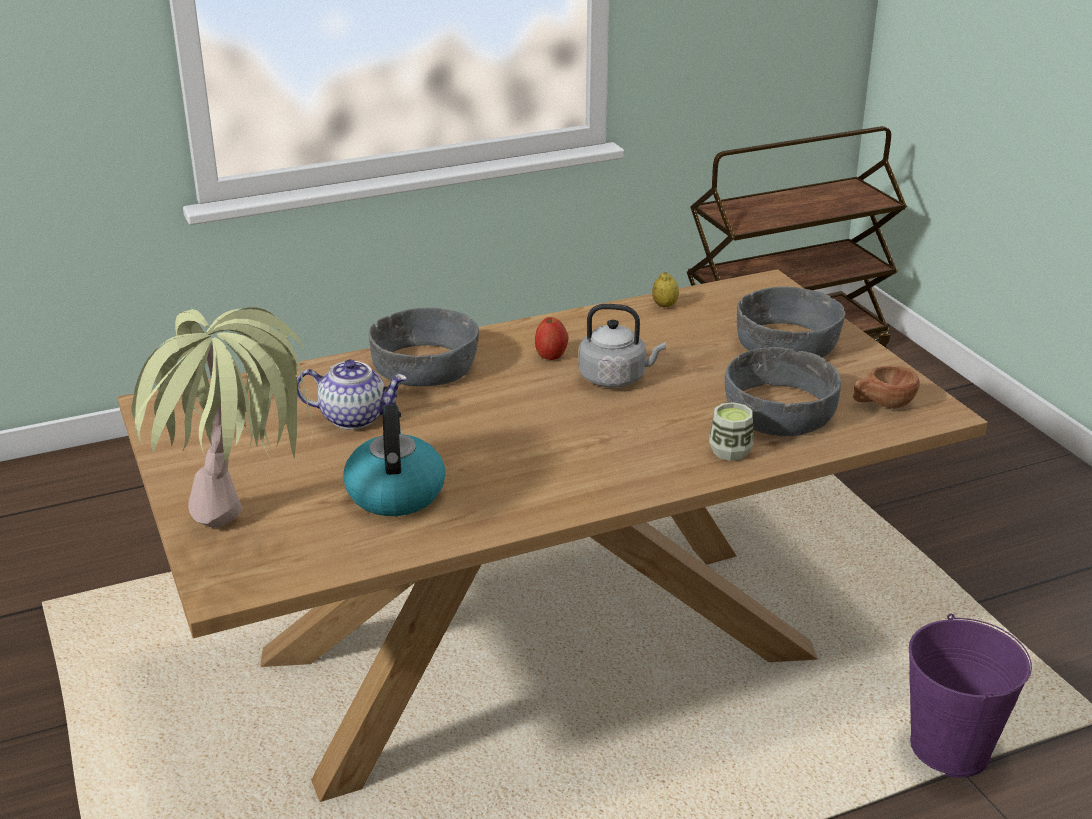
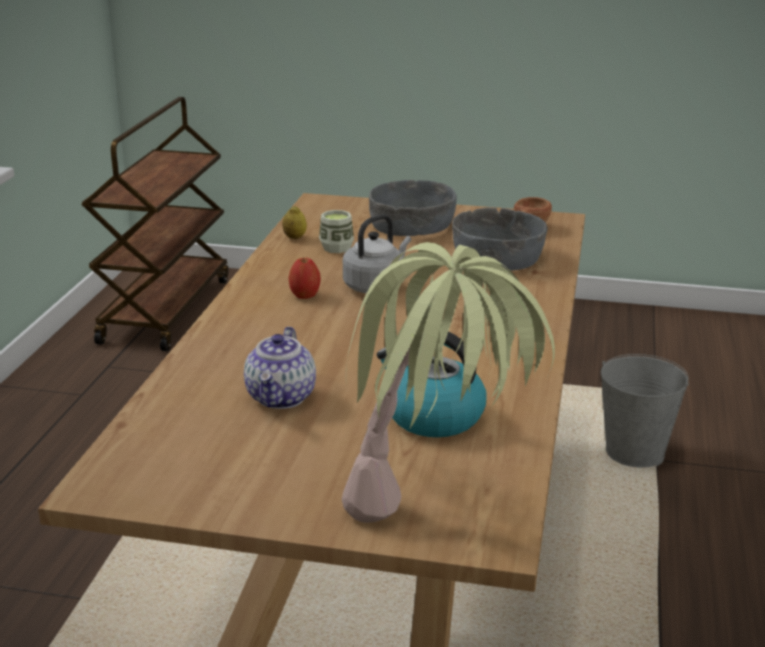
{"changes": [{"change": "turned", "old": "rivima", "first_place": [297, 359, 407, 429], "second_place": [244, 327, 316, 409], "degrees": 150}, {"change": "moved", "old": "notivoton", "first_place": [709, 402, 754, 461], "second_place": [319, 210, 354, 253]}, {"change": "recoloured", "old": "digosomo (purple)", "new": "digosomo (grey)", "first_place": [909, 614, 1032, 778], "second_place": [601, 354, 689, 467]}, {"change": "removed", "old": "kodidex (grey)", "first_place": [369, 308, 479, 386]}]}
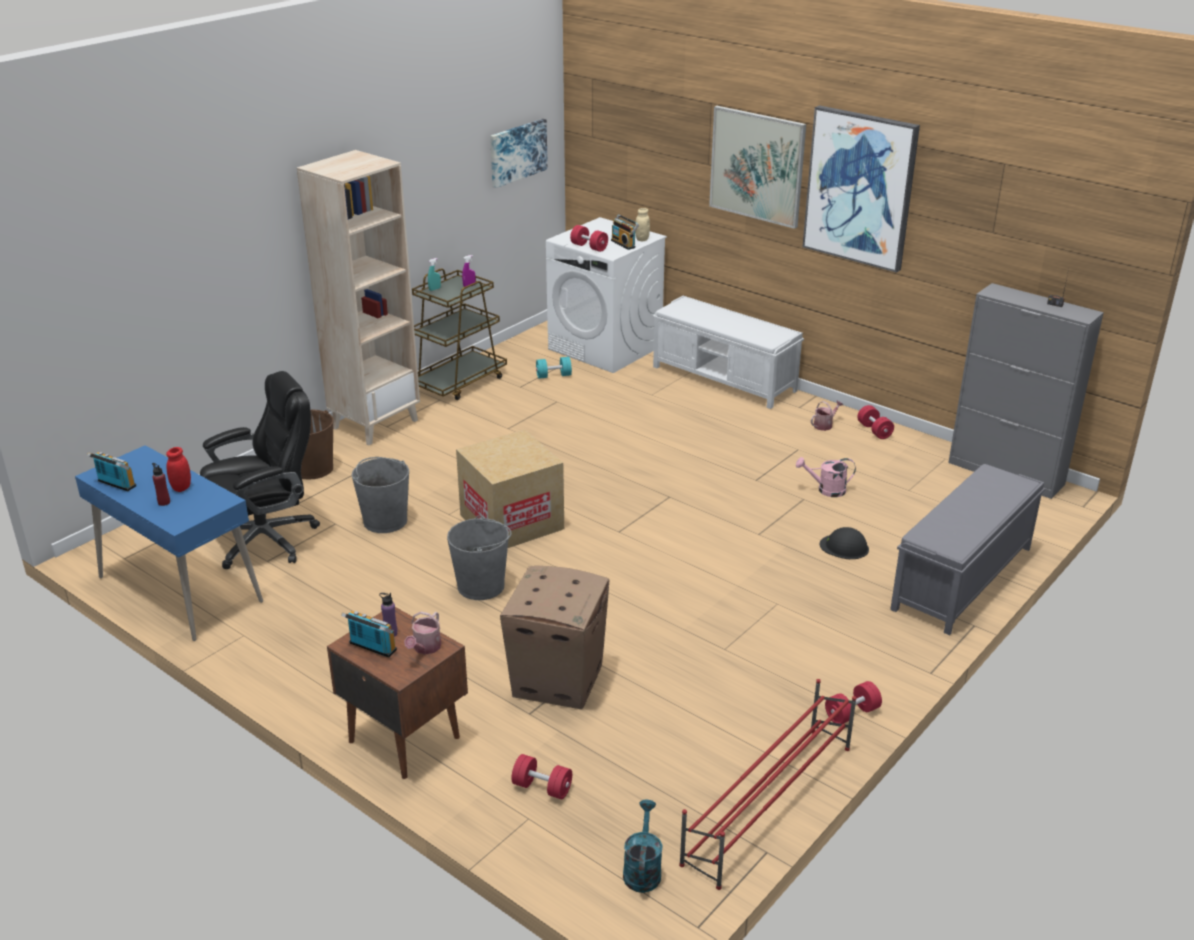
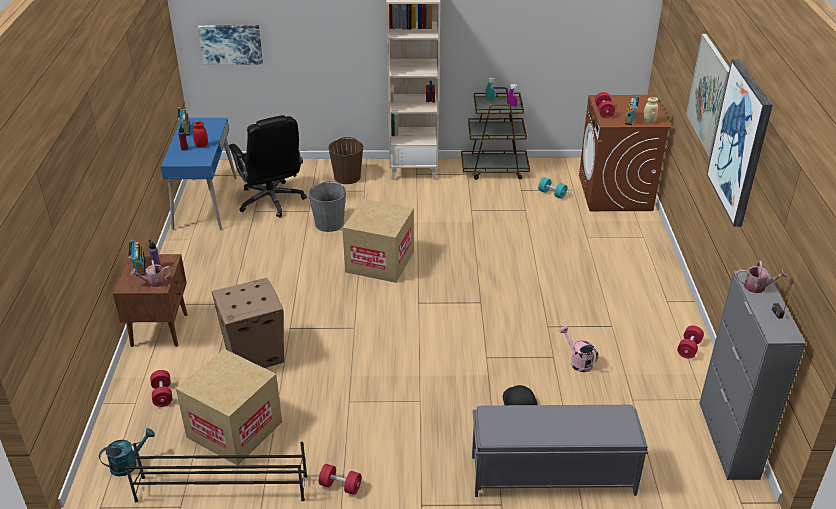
{"changes": [{"change": "recoloured", "old": "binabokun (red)", "new": "binabokun (black)", "first_place": [679, 679, 856, 890], "second_place": [125, 442, 307, 502]}, {"change": "added", "new": "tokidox", "second_place": [176, 349, 282, 465]}, {"change": "moved", "old": "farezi", "first_place": [490, 119, 548, 188], "second_place": [198, 25, 263, 65]}, {"change": "turned", "old": "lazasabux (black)", "first_place": [200, 371, 320, 569], "second_place": [229, 115, 307, 217], "degrees": 45}, {"change": "recoloured", "old": "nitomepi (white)", "new": "nitomepi (brown)", "first_place": [546, 217, 667, 373], "second_place": [579, 95, 671, 211]}, {"change": "moved", "old": "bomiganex", "first_place": [811, 400, 843, 431], "second_place": [736, 261, 788, 293]}, {"change": "removed", "old": "digosomo (grey)", "first_place": [447, 516, 512, 600]}, {"change": "removed", "old": "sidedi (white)", "first_place": [653, 296, 804, 409]}]}
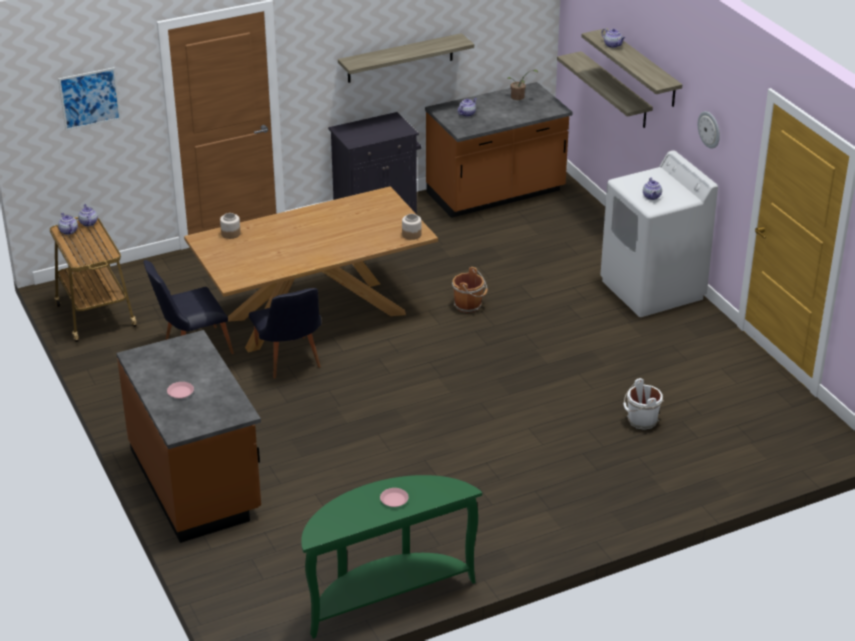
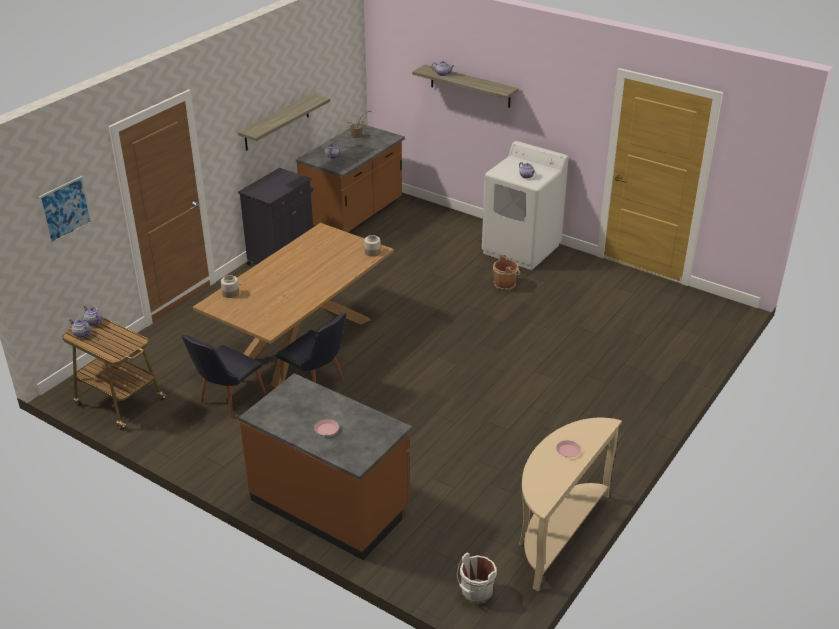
{"changes": [{"change": "moved", "old": "digosomo (white)", "first_place": [623, 378, 664, 430], "second_place": [456, 553, 497, 604]}, {"change": "moved", "old": "digosomo (brown)", "first_place": [452, 267, 488, 313], "second_place": [493, 254, 520, 291]}, {"change": "recoloured", "old": "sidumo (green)", "new": "sidumo (beige)", "first_place": [301, 475, 482, 639], "second_place": [519, 418, 622, 591]}, {"change": "removed", "old": "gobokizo", "first_place": [557, 51, 653, 128]}, {"change": "removed", "old": "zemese", "first_place": [698, 111, 720, 149]}]}
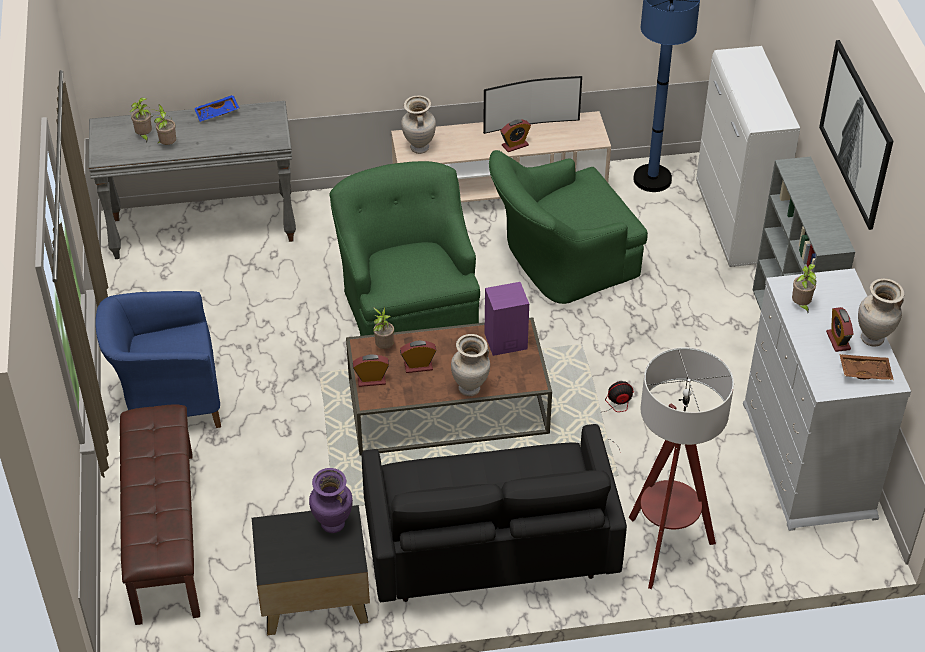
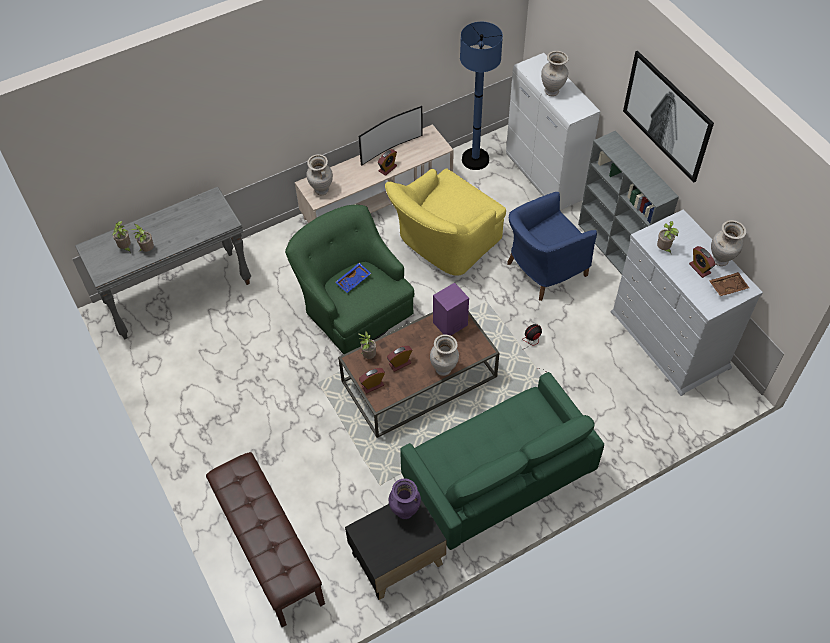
{"changes": [{"change": "moved", "old": "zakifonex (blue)", "first_place": [194, 95, 240, 122], "second_place": [335, 263, 371, 293]}, {"change": "recoloured", "old": "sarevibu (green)", "new": "sarevibu (yellow)", "first_place": [489, 150, 648, 304], "second_place": [385, 168, 506, 276]}, {"change": "recoloured", "old": "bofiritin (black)", "new": "bofiritin (green)", "first_place": [362, 424, 627, 602], "second_place": [400, 372, 604, 550]}, {"change": "moved", "old": "sarevibu (blue)", "first_place": [95, 291, 221, 428], "second_place": [507, 192, 597, 301]}, {"change": "added", "new": "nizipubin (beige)", "second_place": [541, 51, 569, 96]}, {"change": "removed", "old": "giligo", "first_place": [629, 347, 734, 589]}]}
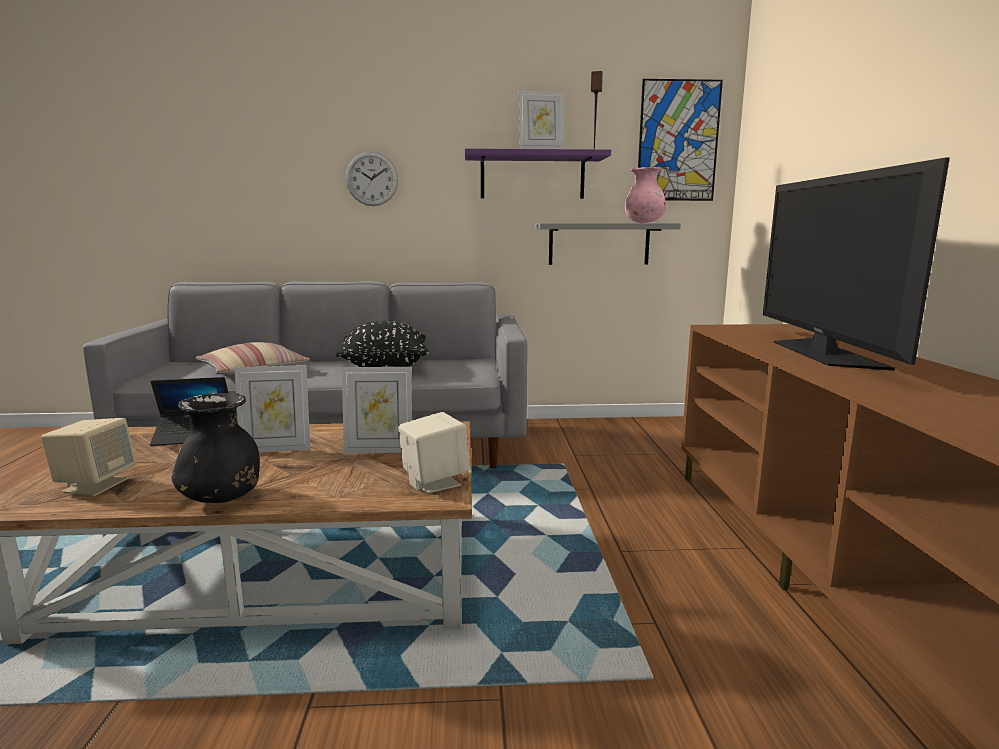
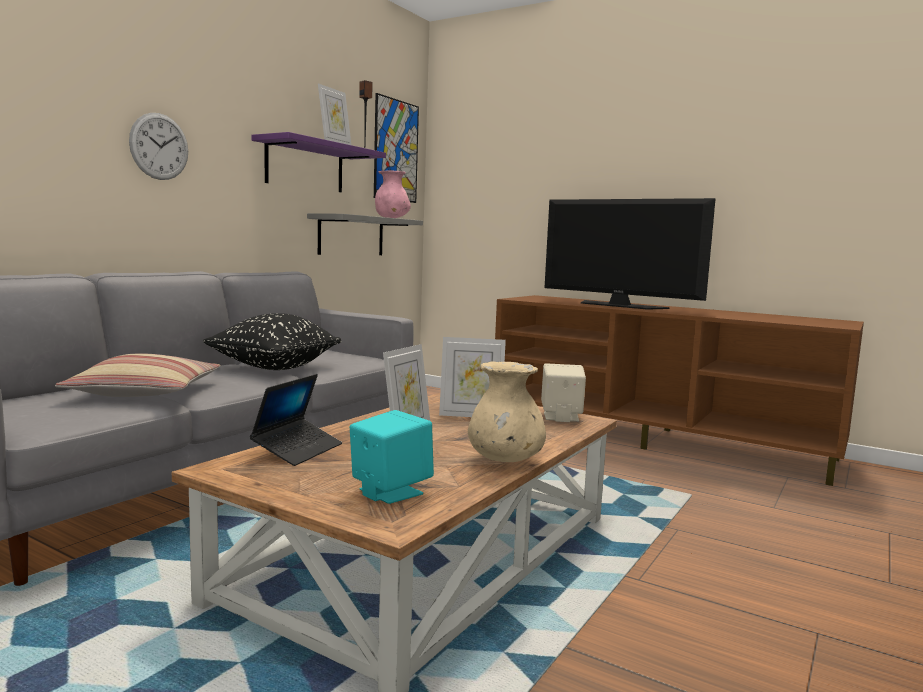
{"changes": [{"change": "recoloured", "old": "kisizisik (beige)", "new": "kisizisik (turquoise)", "first_place": [41, 418, 136, 496], "second_place": [350, 410, 434, 504]}, {"change": "turned", "old": "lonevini", "first_place": [342, 367, 412, 453], "second_place": [439, 337, 506, 417], "degrees": 60}, {"change": "recoloured", "old": "nizipubin (black)", "new": "nizipubin (beige)", "first_place": [172, 393, 260, 503], "second_place": [468, 361, 546, 462]}]}
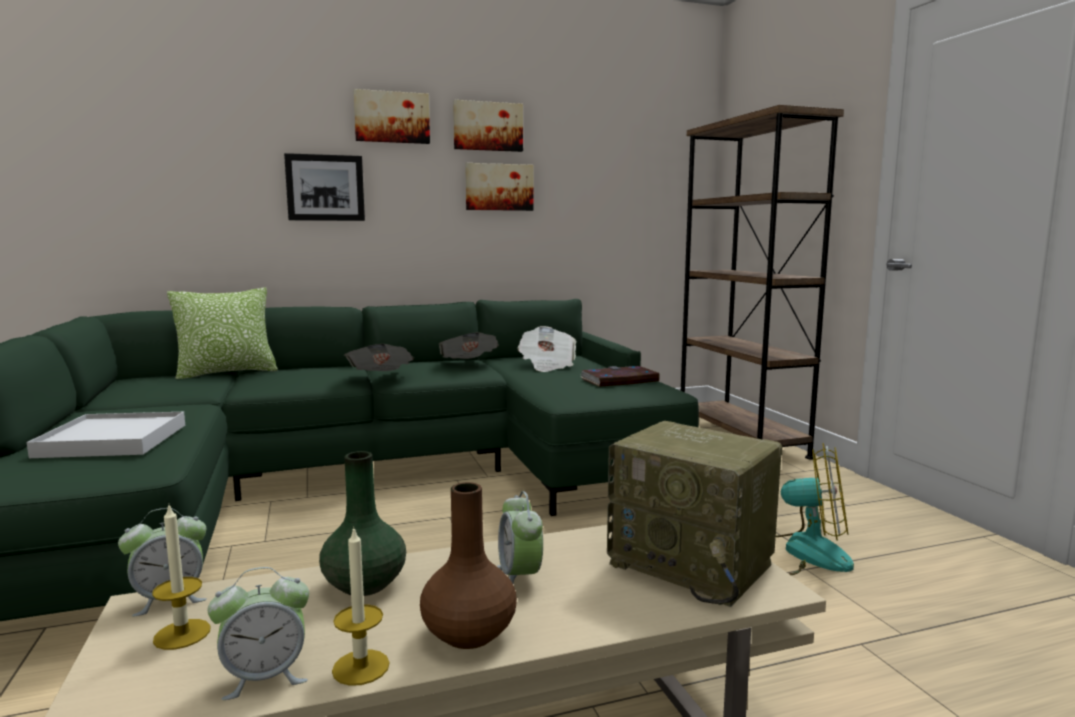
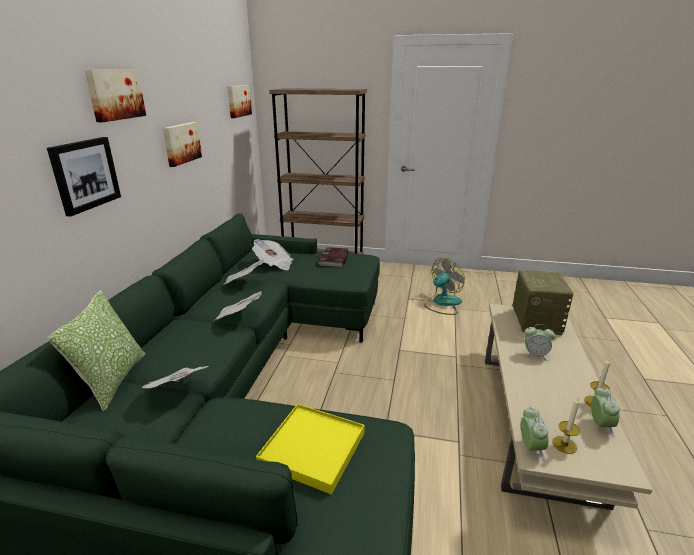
{"changes": [{"change": "added", "new": "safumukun", "second_place": [142, 366, 209, 388]}, {"change": "moved", "old": "farezi", "first_place": [453, 100, 523, 152], "second_place": [227, 85, 252, 118]}, {"change": "recoloured", "old": "zakifonex (white)", "new": "zakifonex (yellow)", "first_place": [27, 412, 185, 458], "second_place": [256, 404, 365, 495]}, {"change": "turned", "old": "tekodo", "first_place": [607, 421, 782, 607], "second_place": [513, 270, 573, 335], "degrees": -60}, {"change": "removed", "old": "nizipubin (green)", "first_place": [319, 451, 406, 596]}, {"change": "removed", "old": "nizipubin (brown)", "first_place": [420, 482, 517, 649]}]}
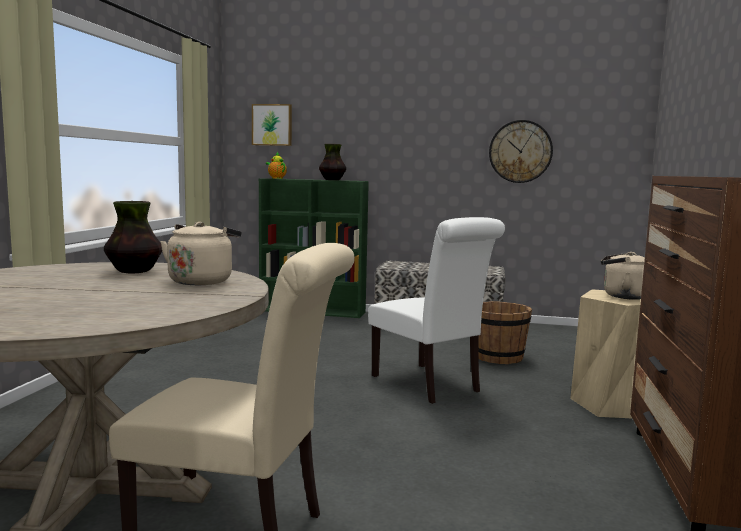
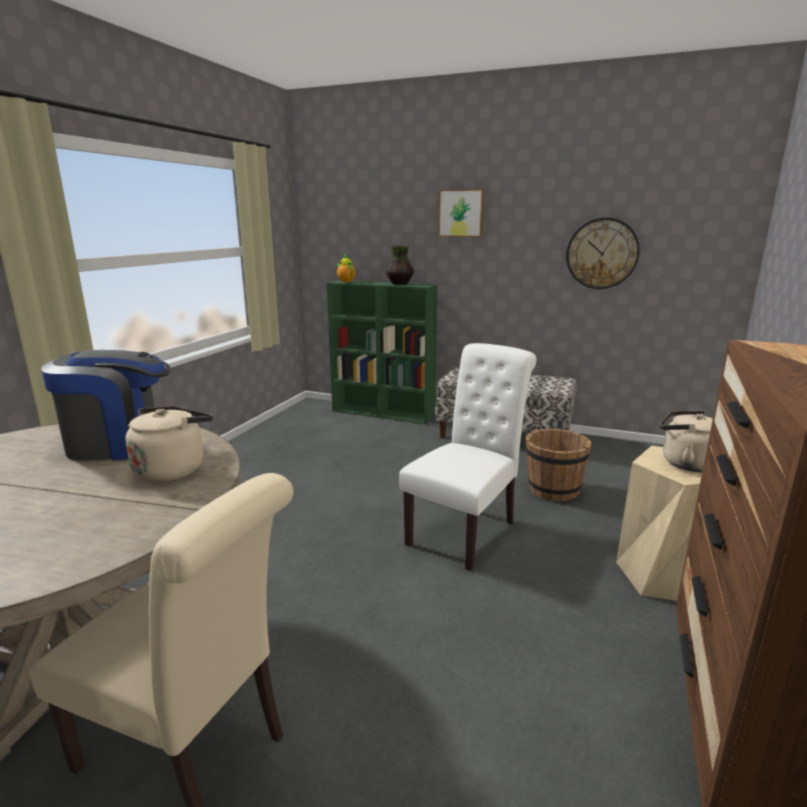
{"changes": [{"change": "replaced", "old": "nizipubin", "new": "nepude", "first_place": [104, 201, 162, 273], "second_place": [41, 350, 171, 460]}, {"change": "turned", "old": "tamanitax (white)", "first_place": [368, 217, 505, 404], "second_place": [399, 343, 536, 571], "degrees": -120}, {"change": "moved", "old": "farezi", "first_place": [252, 104, 292, 146], "second_place": [438, 189, 485, 237]}]}
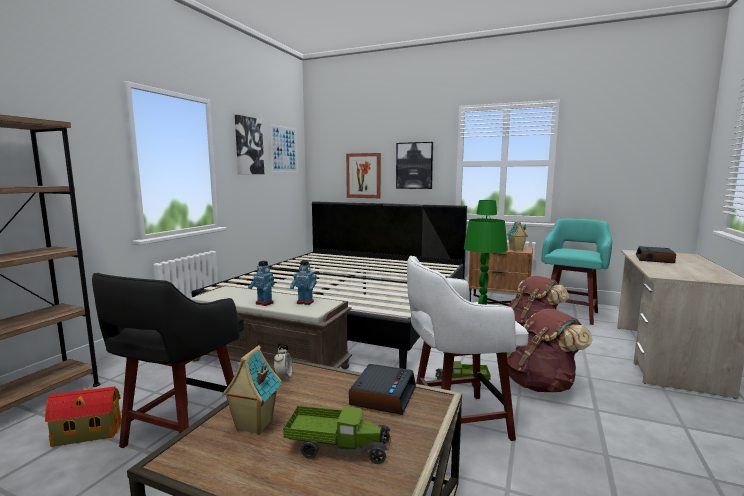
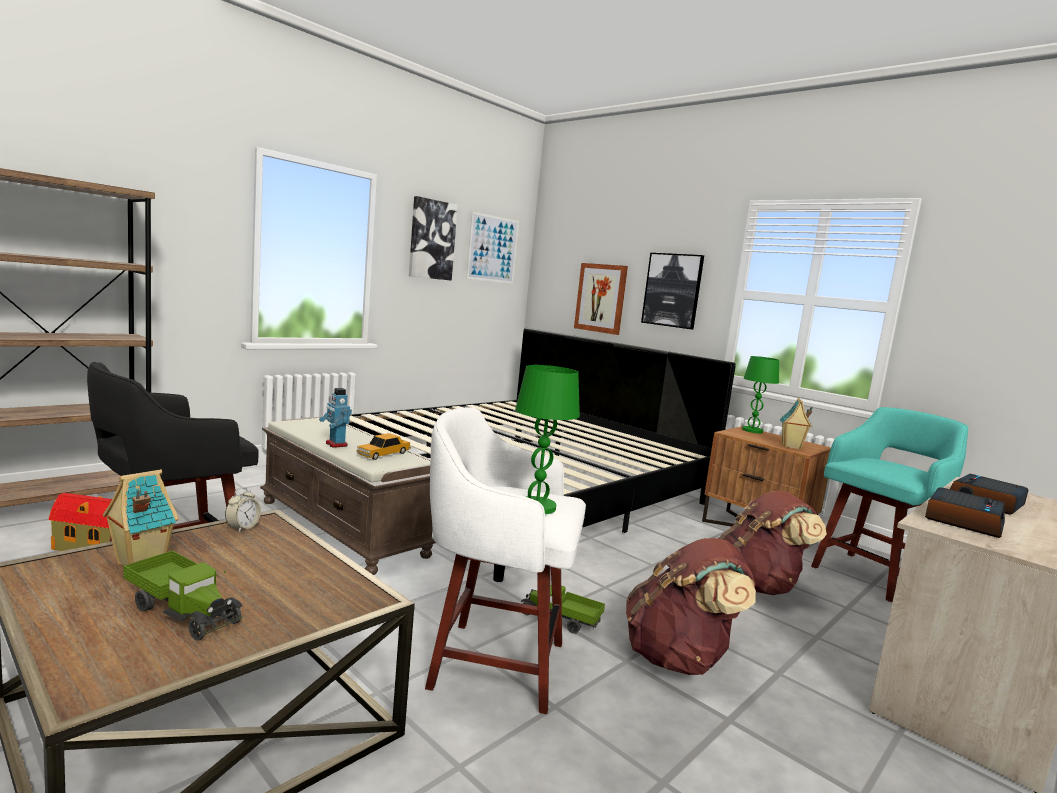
{"changes": [{"change": "replaced", "old": "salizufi", "new": "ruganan", "first_place": [290, 260, 317, 305], "second_place": [356, 433, 411, 460]}, {"change": "moved", "old": "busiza", "first_place": [349, 364, 416, 415], "second_place": [925, 487, 1005, 538]}]}
